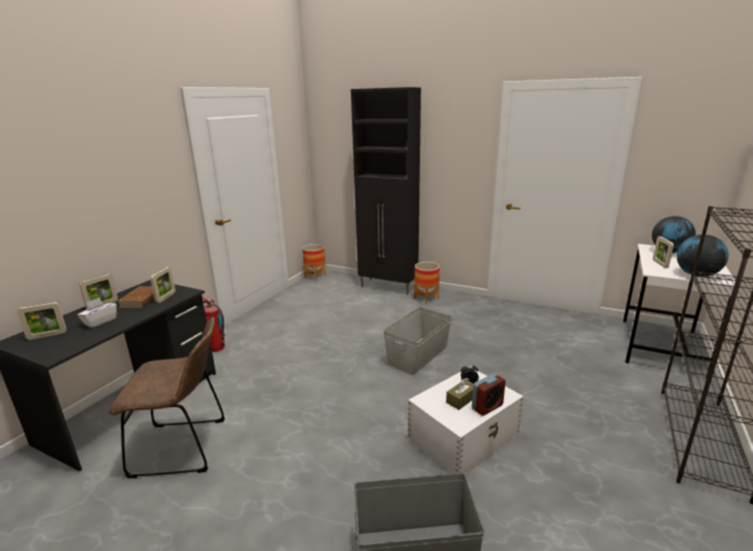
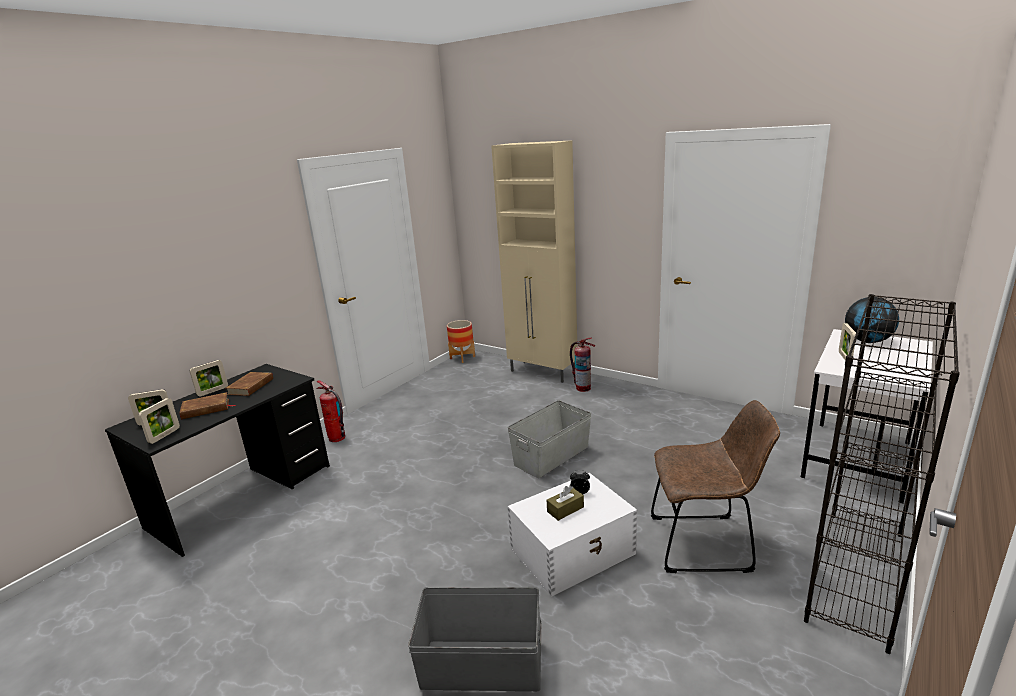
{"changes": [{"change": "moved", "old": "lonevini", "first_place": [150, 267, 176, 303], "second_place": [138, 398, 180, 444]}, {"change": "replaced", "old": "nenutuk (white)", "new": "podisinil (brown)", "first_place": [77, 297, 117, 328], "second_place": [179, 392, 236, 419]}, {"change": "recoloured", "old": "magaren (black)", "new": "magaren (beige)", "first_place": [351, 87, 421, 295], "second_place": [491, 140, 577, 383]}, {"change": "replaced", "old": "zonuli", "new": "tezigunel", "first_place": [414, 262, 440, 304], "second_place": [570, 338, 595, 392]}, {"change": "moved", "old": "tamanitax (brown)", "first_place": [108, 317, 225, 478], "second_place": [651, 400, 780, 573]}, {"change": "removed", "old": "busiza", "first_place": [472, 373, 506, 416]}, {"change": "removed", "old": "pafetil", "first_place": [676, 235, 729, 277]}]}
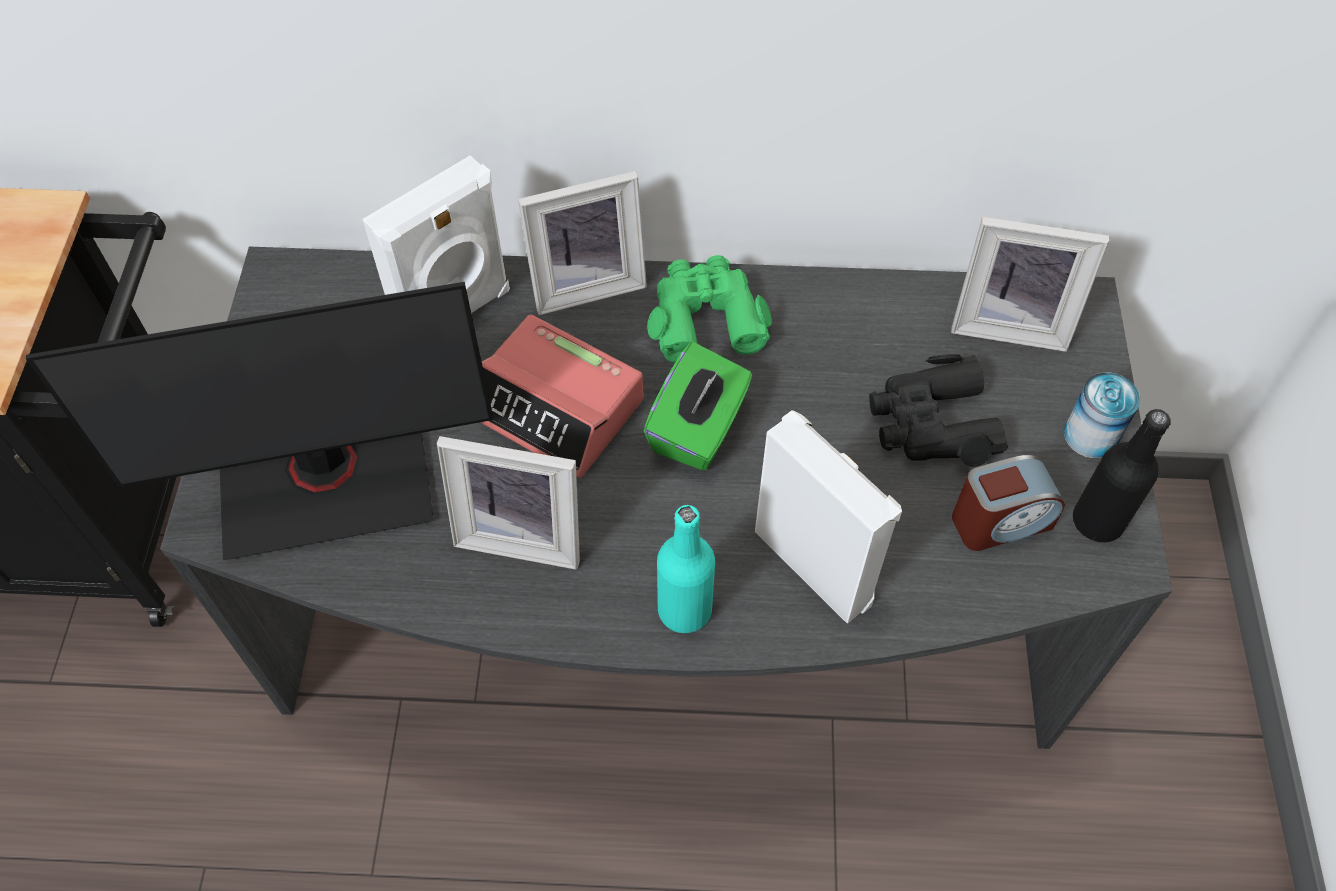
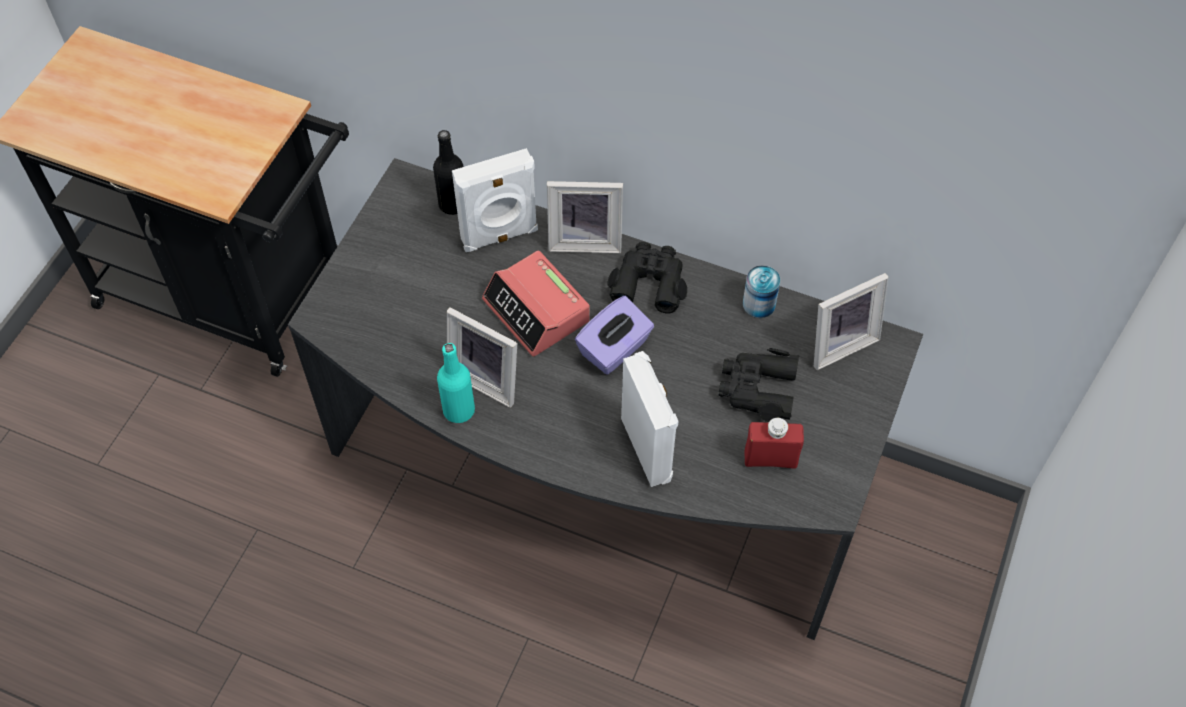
{"changes": [{"change": "moved", "old": "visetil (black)", "first_place": [1073, 409, 1171, 542], "second_place": [433, 130, 463, 215]}, {"change": "moved", "old": "visetil (turquoise)", "first_place": [657, 505, 715, 633], "second_place": [437, 343, 475, 423]}, {"change": "recoloured", "old": "nenutuk (green)", "new": "nenutuk (purple)", "first_place": [644, 342, 752, 471], "second_place": [575, 296, 654, 375]}, {"change": "recoloured", "old": "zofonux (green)", "new": "zofonux (black)", "first_place": [647, 255, 772, 362], "second_place": [607, 242, 687, 314]}, {"change": "moved", "old": "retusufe", "first_place": [1064, 373, 1140, 458], "second_place": [743, 265, 780, 318]}, {"change": "replaced", "old": "busiza", "new": "visetil (red)", "first_place": [952, 455, 1065, 551], "second_place": [745, 418, 804, 469]}, {"change": "turned", "old": "lonevini", "first_place": [951, 217, 1109, 352], "second_place": [814, 273, 888, 370], "degrees": -60}, {"change": "removed", "old": "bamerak", "first_place": [26, 282, 494, 560]}]}
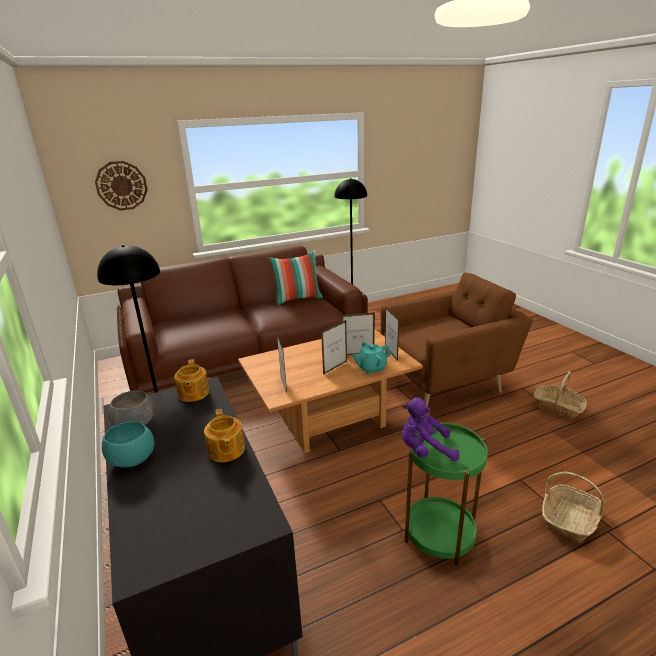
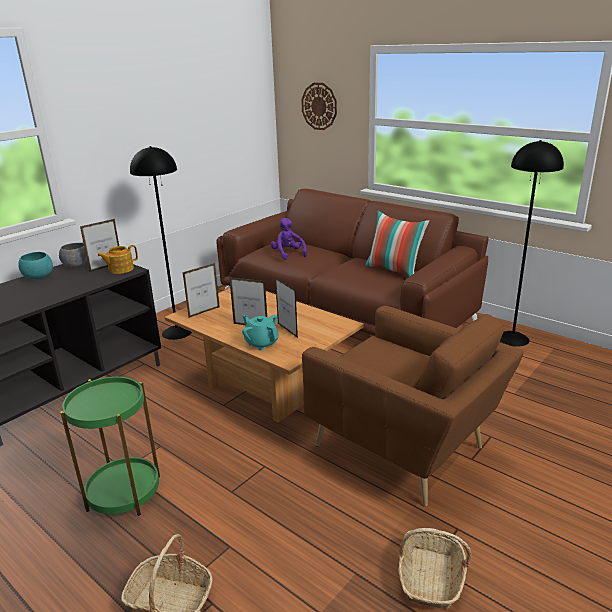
{"changes": [{"change": "moved", "old": "lonevini", "first_place": [385, 307, 399, 361], "second_place": [80, 219, 119, 272]}, {"change": "moved", "old": "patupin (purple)", "first_place": [402, 398, 460, 461], "second_place": [271, 218, 307, 260]}, {"change": "removed", "old": "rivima", "first_place": [204, 409, 245, 462]}]}
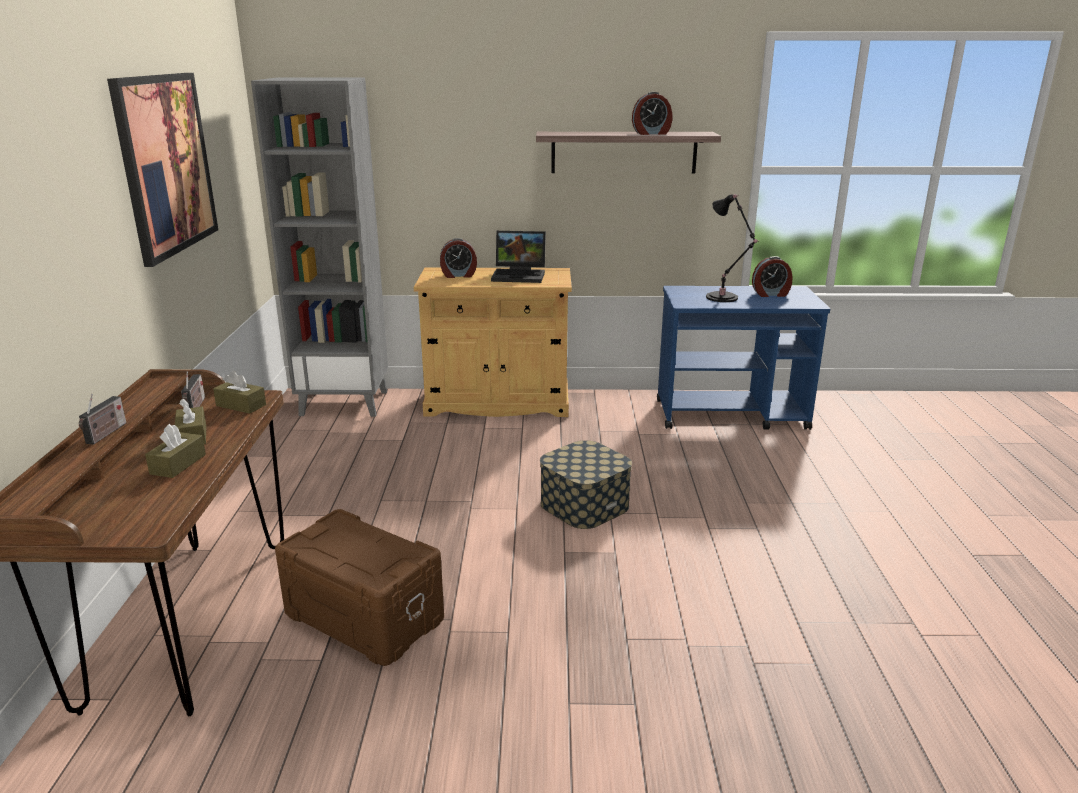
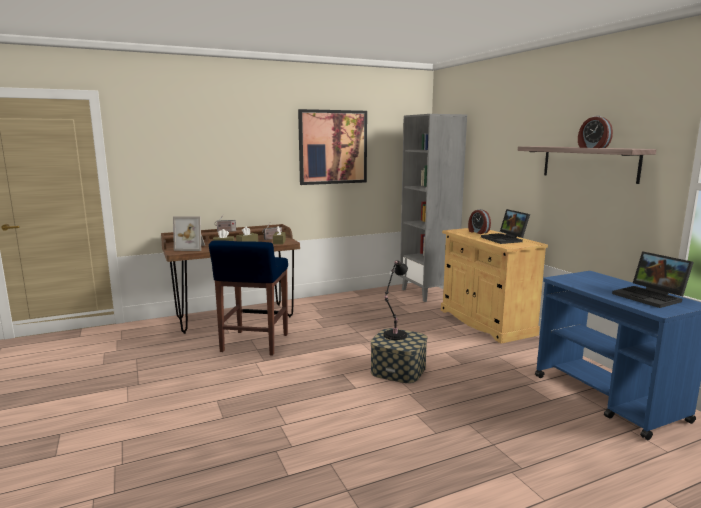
{"changes": [{"change": "added", "new": "lonevini", "second_place": [173, 216, 205, 251]}, {"change": "replaced", "old": "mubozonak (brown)", "new": "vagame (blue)", "first_place": [275, 509, 444, 666], "second_place": [209, 240, 288, 356]}, {"change": "moved", "old": "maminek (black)", "first_place": [706, 194, 758, 302], "second_place": [383, 260, 408, 340]}, {"change": "replaced", "old": "busiza", "new": "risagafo", "first_place": [752, 256, 793, 297], "second_place": [612, 251, 694, 308]}]}
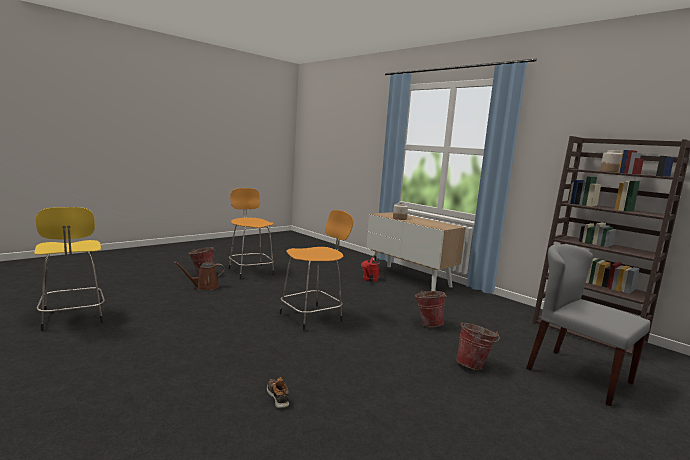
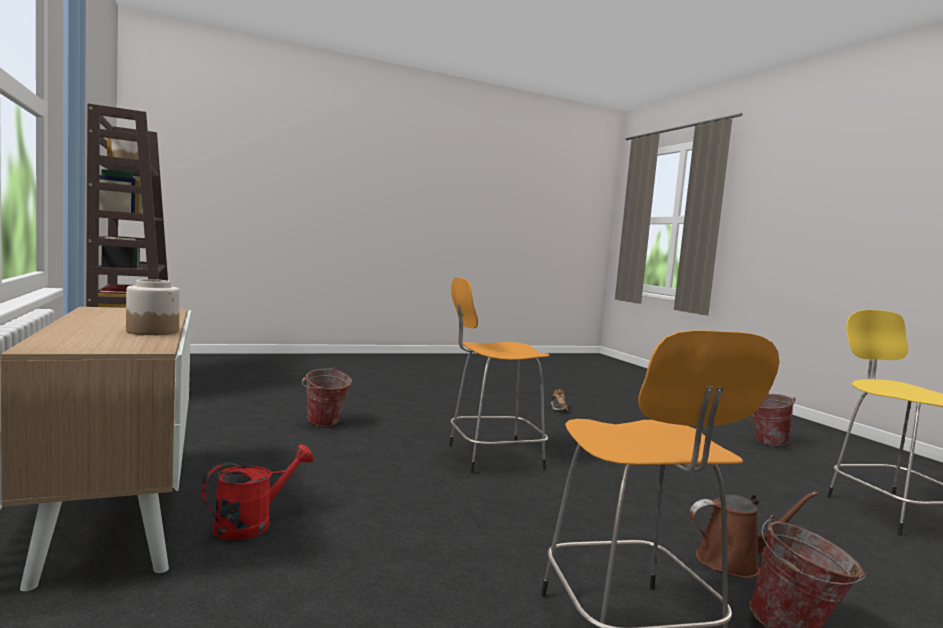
{"changes": [{"change": "moved", "old": "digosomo", "first_place": [456, 323, 499, 370], "second_place": [752, 394, 795, 446]}, {"change": "removed", "old": "tamanitax (grey)", "first_place": [526, 244, 650, 406]}]}
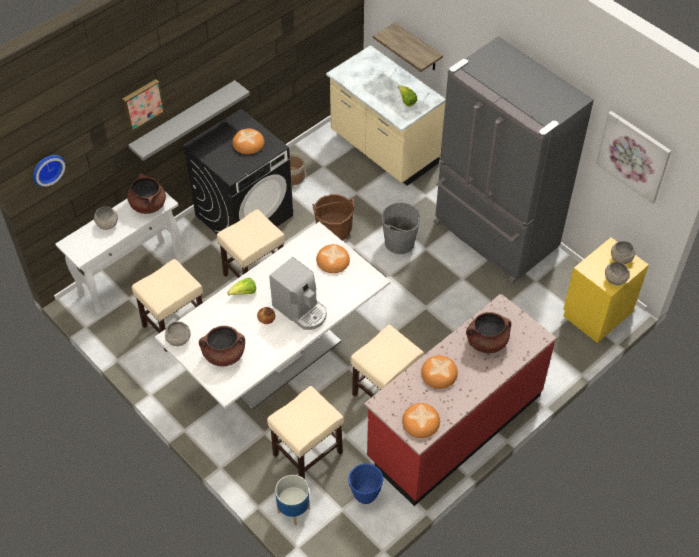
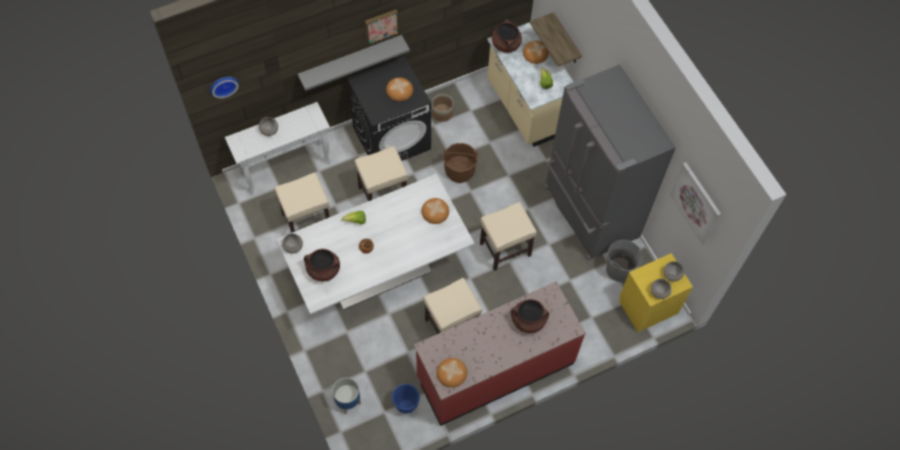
{"changes": [{"change": "moved", "old": "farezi", "first_place": [122, 79, 165, 131], "second_place": [365, 9, 399, 45]}, {"change": "moved", "old": "vagame (beige)", "first_place": [267, 386, 344, 479], "second_place": [480, 202, 537, 271]}, {"change": "moved", "old": "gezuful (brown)", "first_place": [127, 173, 166, 214], "second_place": [492, 19, 522, 53]}, {"change": "moved", "old": "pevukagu", "first_place": [421, 355, 458, 389], "second_place": [523, 41, 549, 64]}, {"change": "moved", "old": "digosomo (grey)", "first_place": [381, 202, 421, 254], "second_place": [606, 240, 642, 282]}, {"change": "removed", "old": "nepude", "first_place": [269, 257, 327, 330]}]}
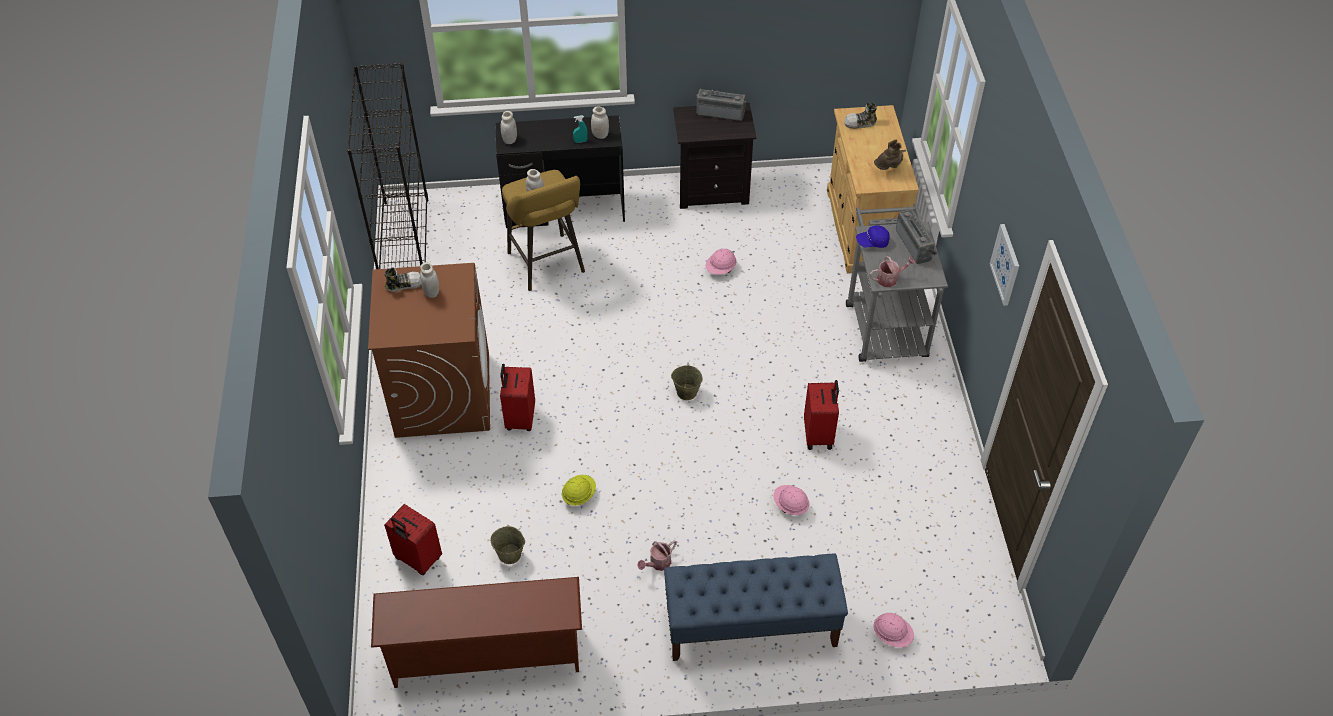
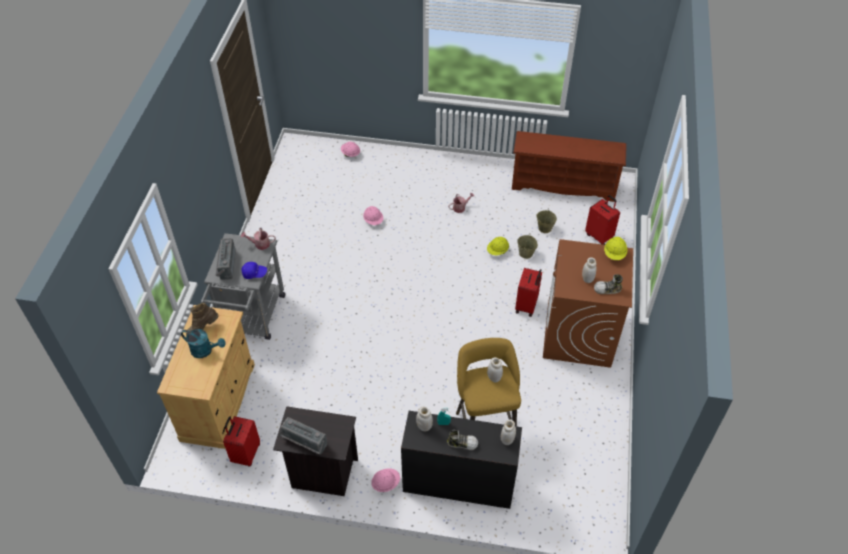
{"changes": [{"change": "added", "new": "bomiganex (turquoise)", "second_place": [181, 329, 226, 358]}, {"change": "moved", "old": "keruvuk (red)", "first_place": [804, 380, 839, 450], "second_place": [223, 416, 260, 466]}, {"change": "moved", "old": "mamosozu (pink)", "first_place": [706, 248, 737, 275], "second_place": [371, 468, 400, 492]}, {"change": "moved", "old": "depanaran", "first_place": [844, 103, 877, 129], "second_place": [447, 430, 478, 450]}, {"change": "moved", "old": "digosomo (beige)", "first_place": [671, 363, 703, 400], "second_place": [517, 233, 538, 259]}, {"change": "added", "new": "mamosozu (yellow)", "second_place": [604, 237, 627, 260]}, {"change": "removed", "old": "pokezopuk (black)", "first_place": [347, 63, 428, 269]}, {"change": "removed", "old": "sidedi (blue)", "first_place": [664, 554, 848, 661]}, {"change": "removed", "old": "farezi", "first_place": [990, 224, 1019, 306]}]}
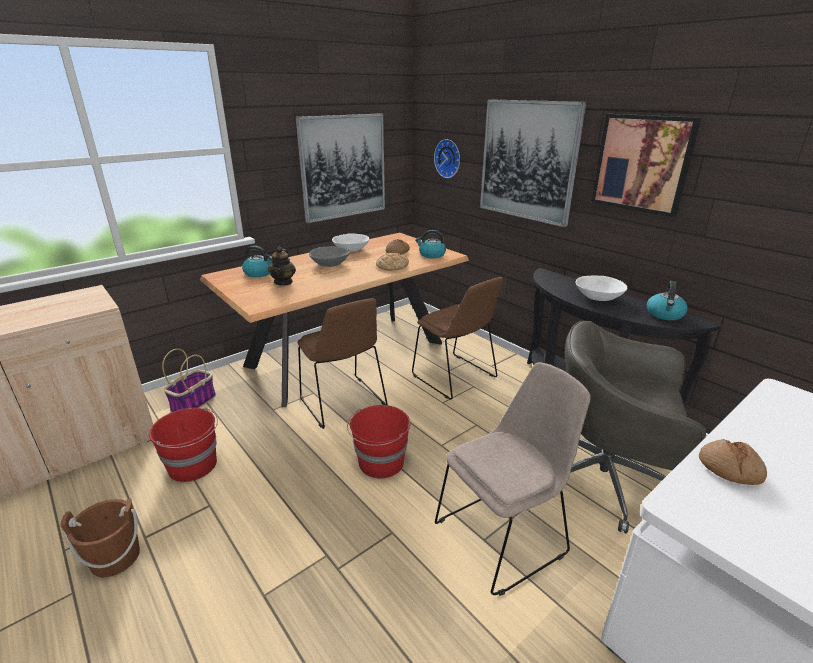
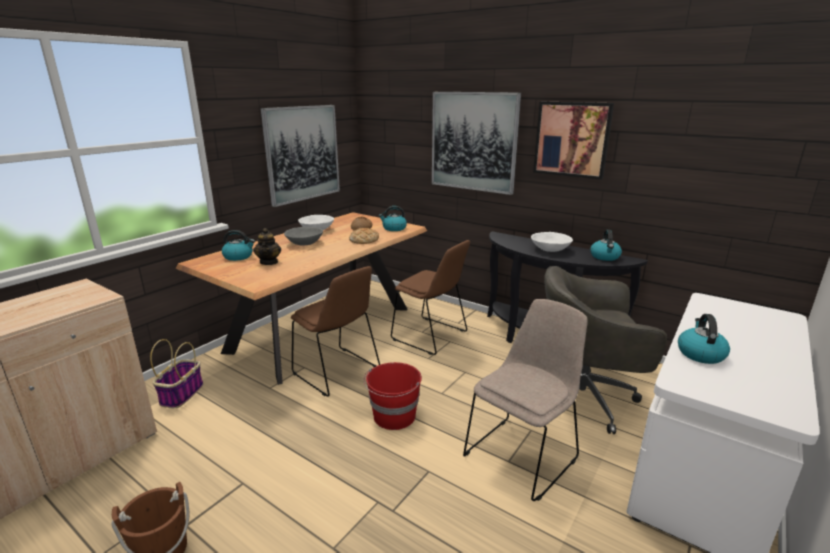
{"changes": [{"change": "replaced", "old": "pevukagu", "new": "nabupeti", "first_place": [699, 439, 767, 485], "second_place": [678, 314, 730, 364]}, {"change": "removed", "old": "digosomo (red)", "first_place": [149, 408, 218, 482]}, {"change": "removed", "old": "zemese", "first_place": [434, 139, 460, 178]}]}
